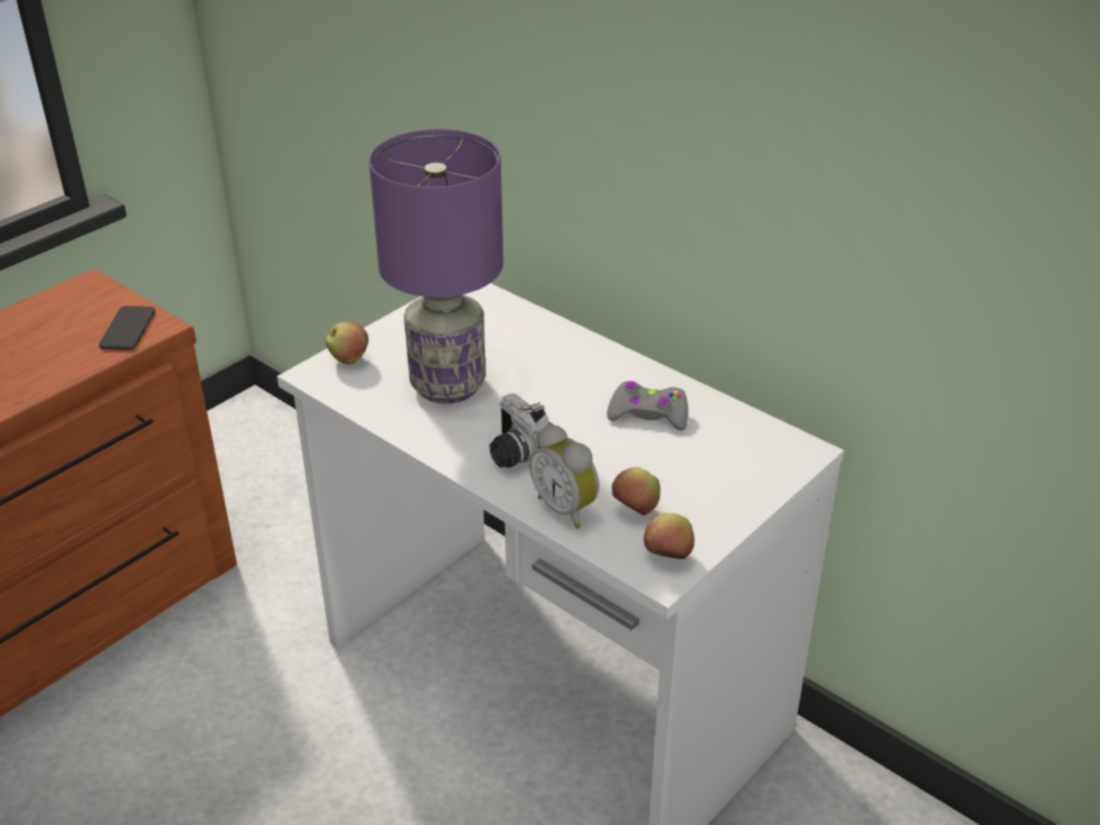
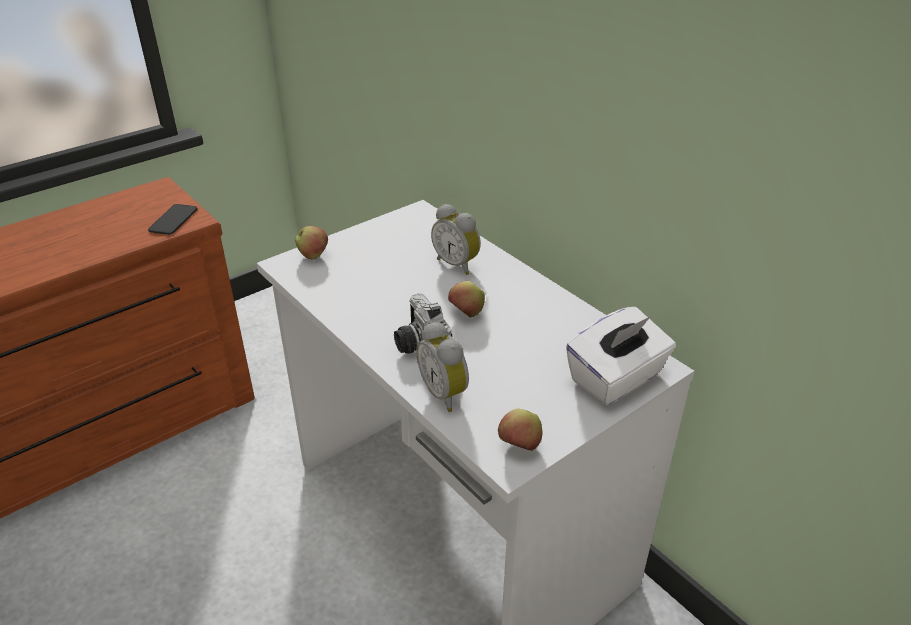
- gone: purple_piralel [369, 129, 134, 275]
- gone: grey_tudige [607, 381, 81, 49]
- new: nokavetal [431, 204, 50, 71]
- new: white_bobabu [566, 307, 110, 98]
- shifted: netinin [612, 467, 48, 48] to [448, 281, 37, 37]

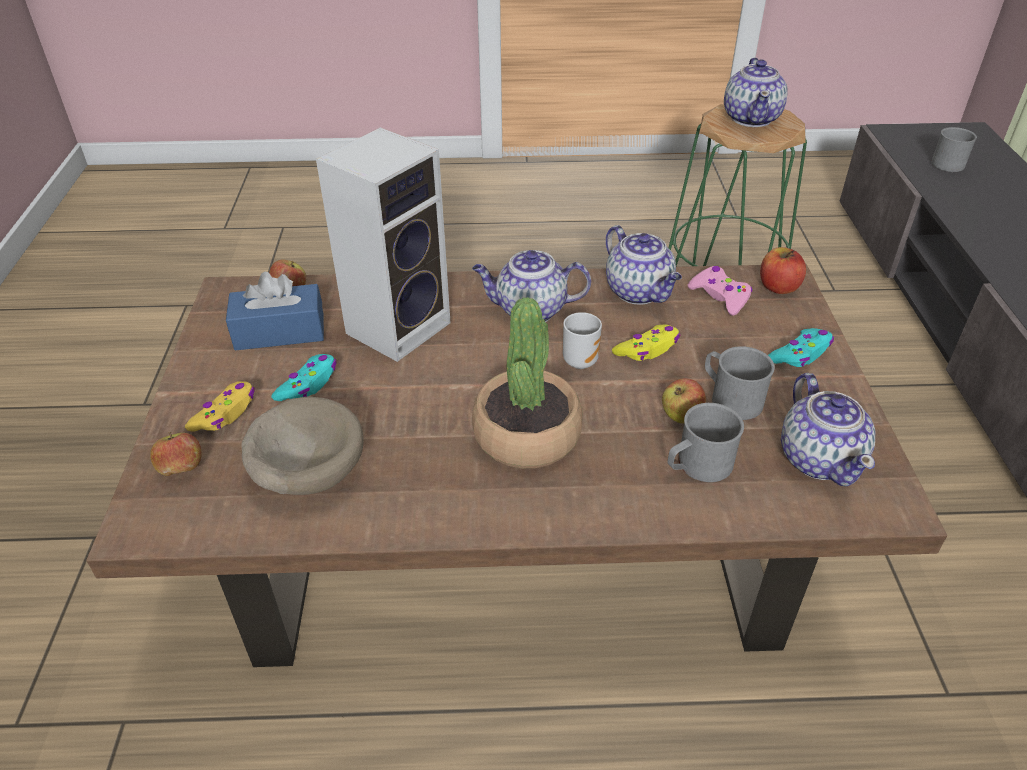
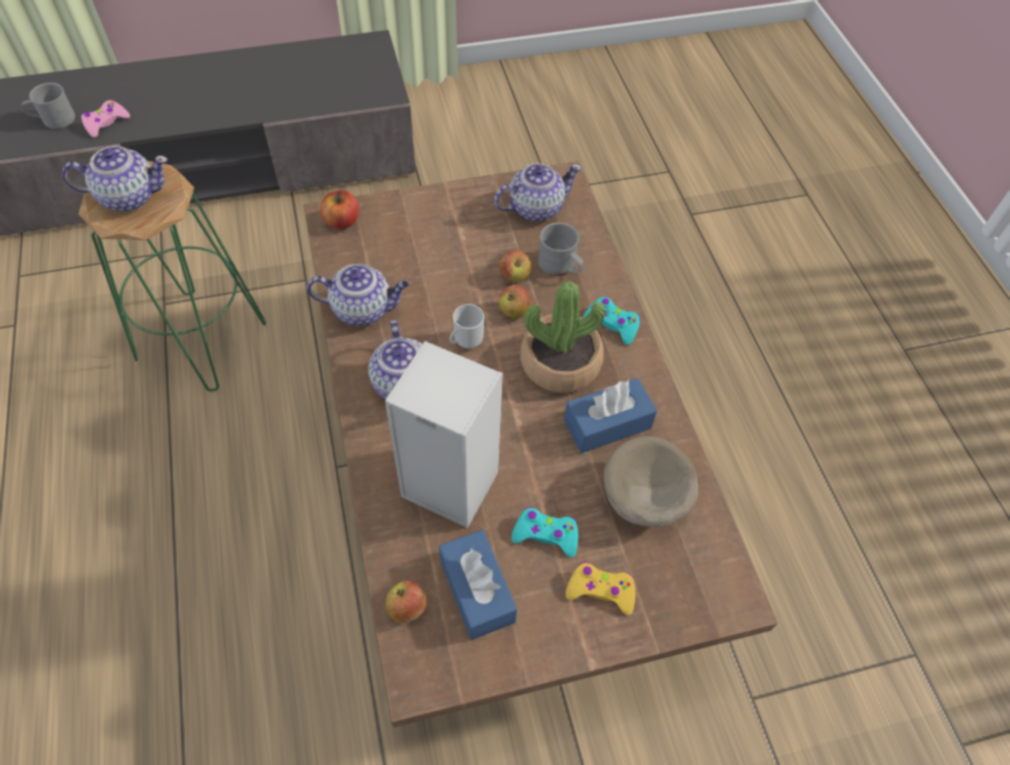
- gone: yellow_tudige [612, 324, 68, 37]
- gone: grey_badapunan [705, 346, 70, 74]
- new: blue_bobabu [564, 378, 93, 75]
- shifted: netinin [150, 432, 52, 44] to [498, 285, 33, 33]
- shifted: pink_tudige [688, 266, 64, 50] to [81, 100, 49, 38]
- shifted: turquoise_tudige [768, 328, 66, 39] to [583, 296, 57, 49]
- rotated: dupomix [606, 225, 76, 80] = [307, 264, 102, 62] 45 degrees clockwise

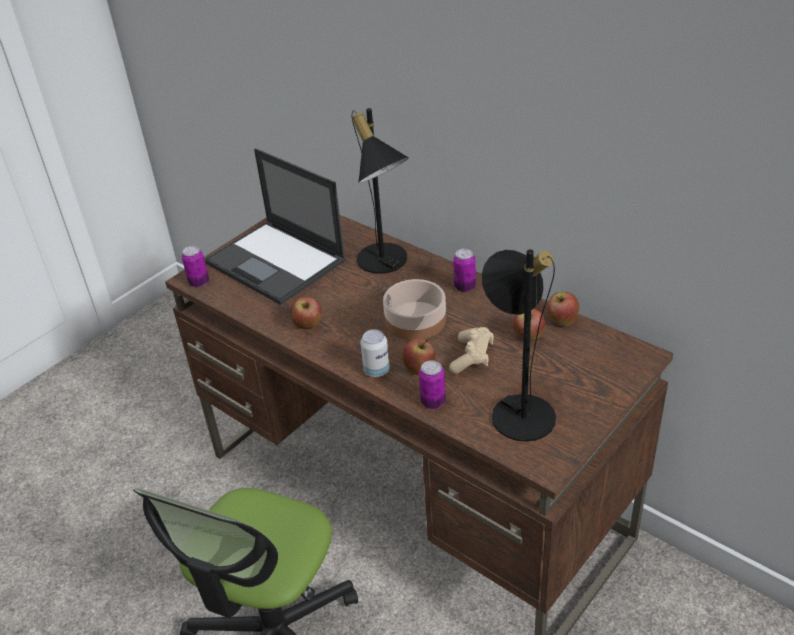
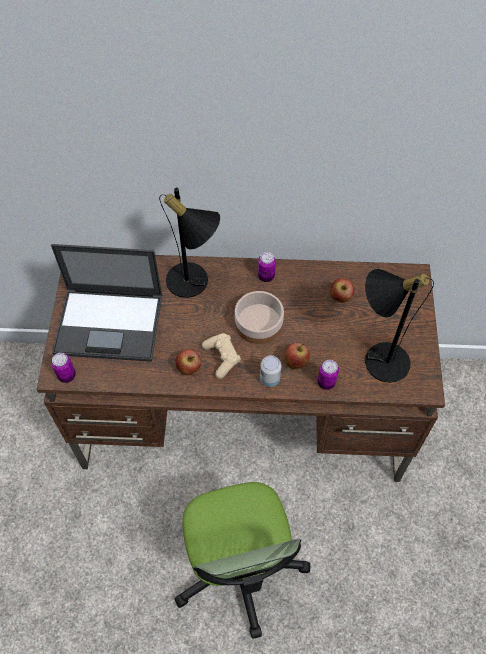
- gone: netinin [547, 292, 32, 34]
- shifted: beige_tudige [449, 327, 45, 47] to [202, 333, 39, 46]

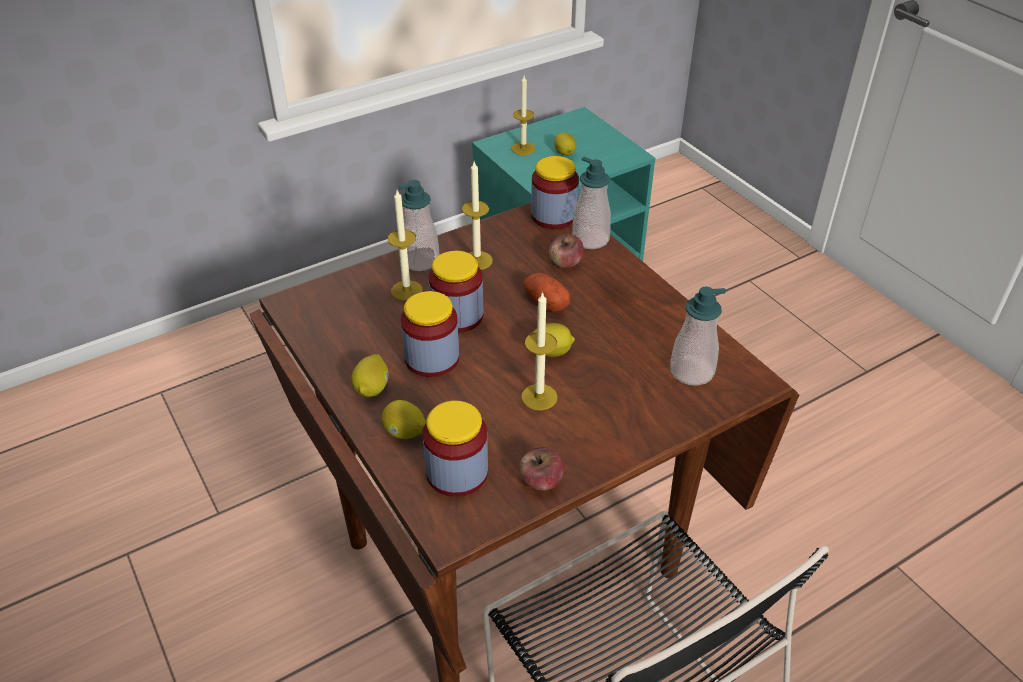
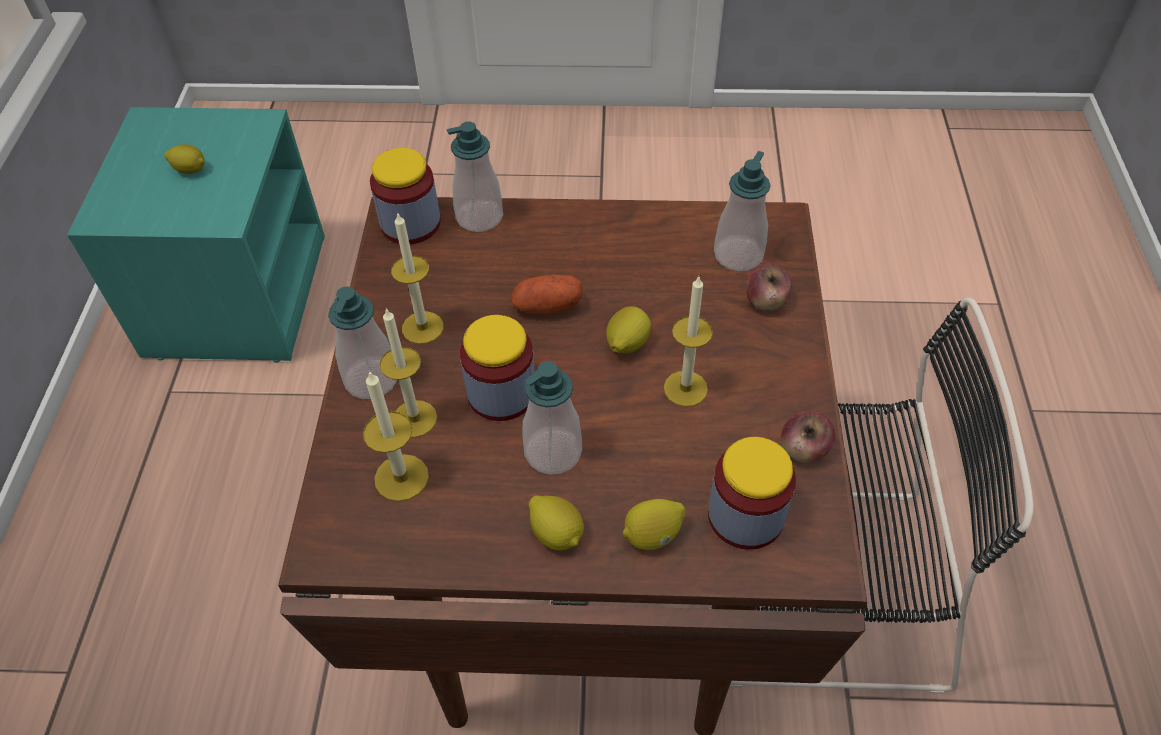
- shifted: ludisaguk [511, 76, 24, 79] to [363, 371, 66, 131]
- shifted: netinin [548, 234, 36, 34] to [746, 263, 47, 48]
- swapped: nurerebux [401, 291, 58, 86] to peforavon [523, 361, 59, 114]

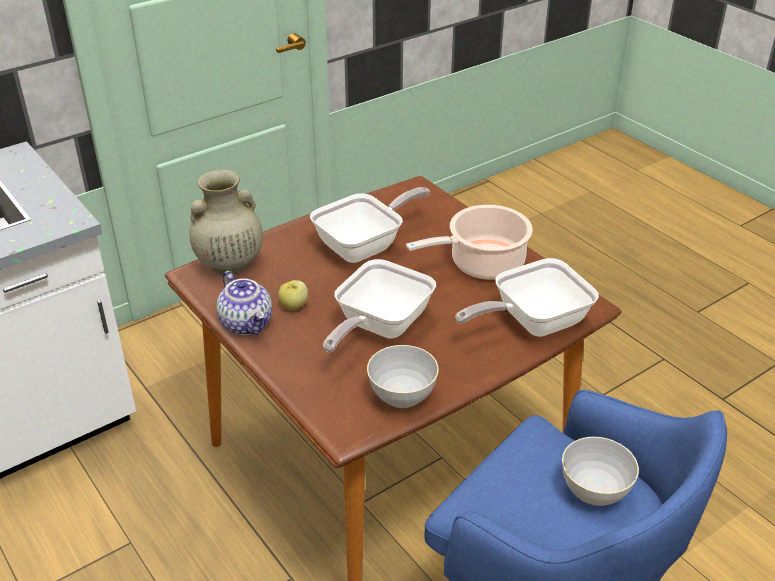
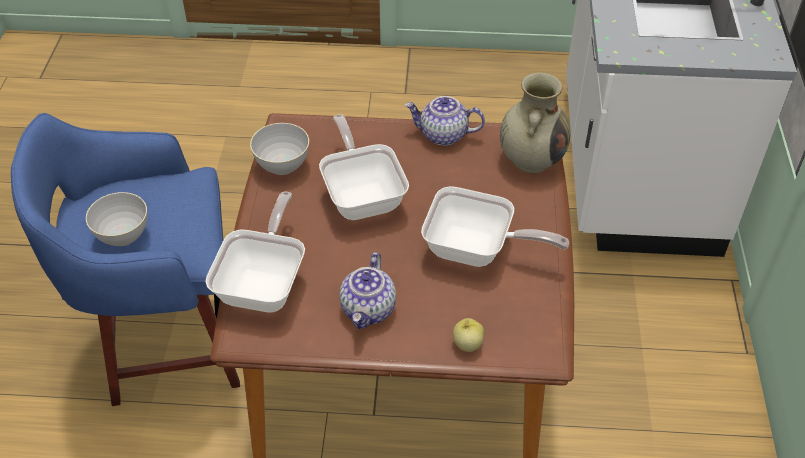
- shifted: netinin [278, 280, 30, 30] to [453, 318, 31, 34]
- swapped: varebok [406, 205, 127, 75] to dupomix [339, 252, 57, 77]
- rotated: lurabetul [310, 187, 120, 76] = [421, 186, 148, 81] 75 degrees counterclockwise

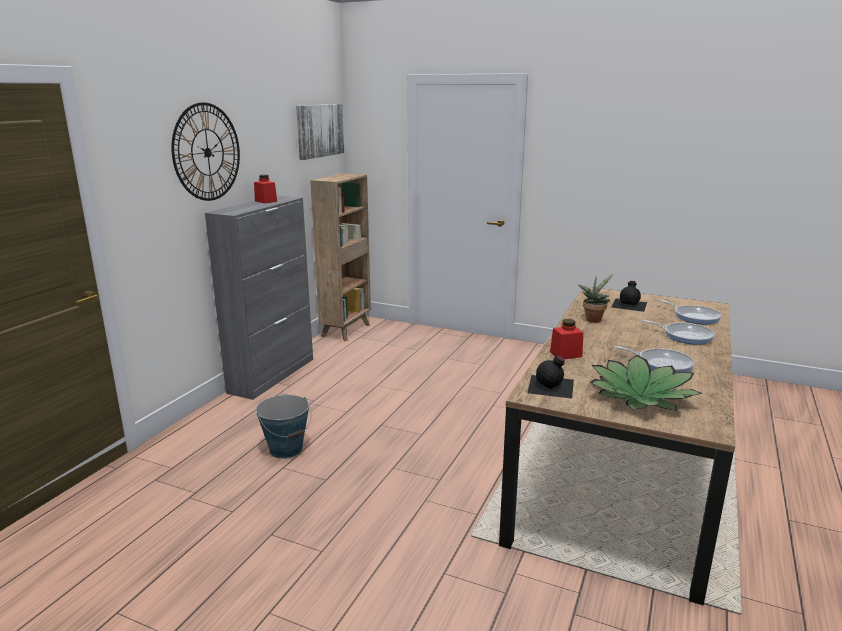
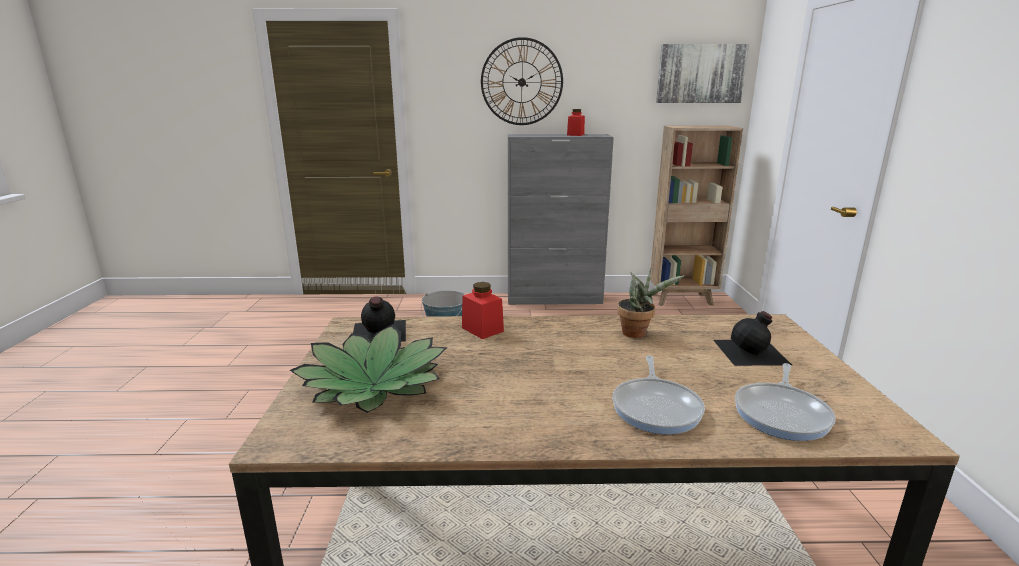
- gone: lurabetul [614, 346, 81, 27]

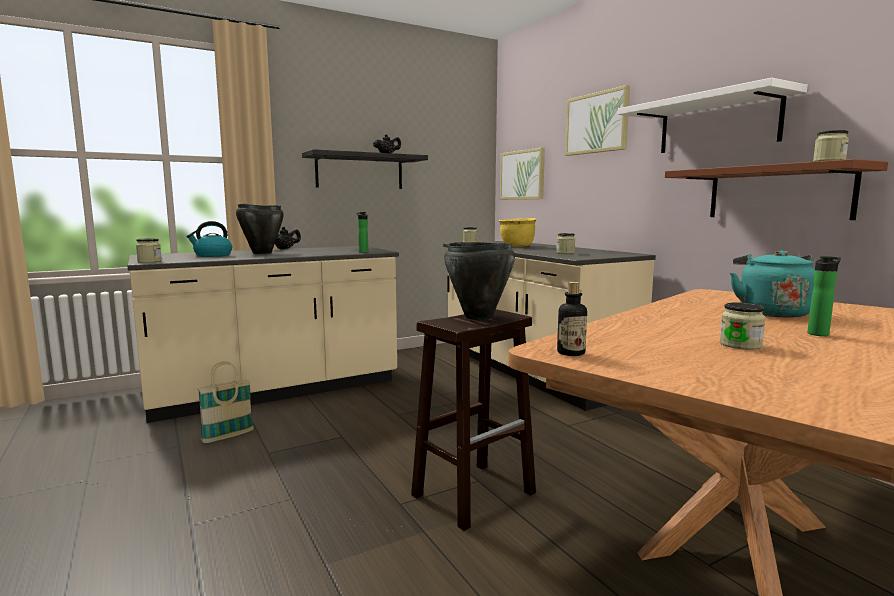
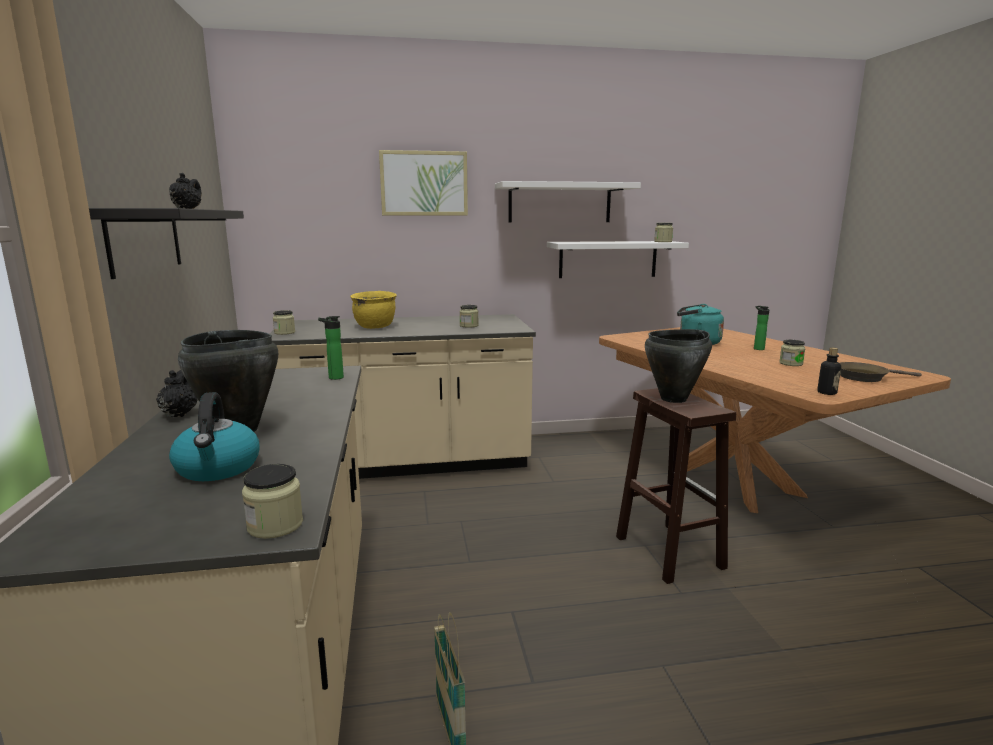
- gone: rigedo [500, 148, 45, 52]
- new: brown_lurabetul [840, 362, 82, 20]
- repainted: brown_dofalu [665, 159, 223, 61] to white_dofalu [547, 241, 142, 37]

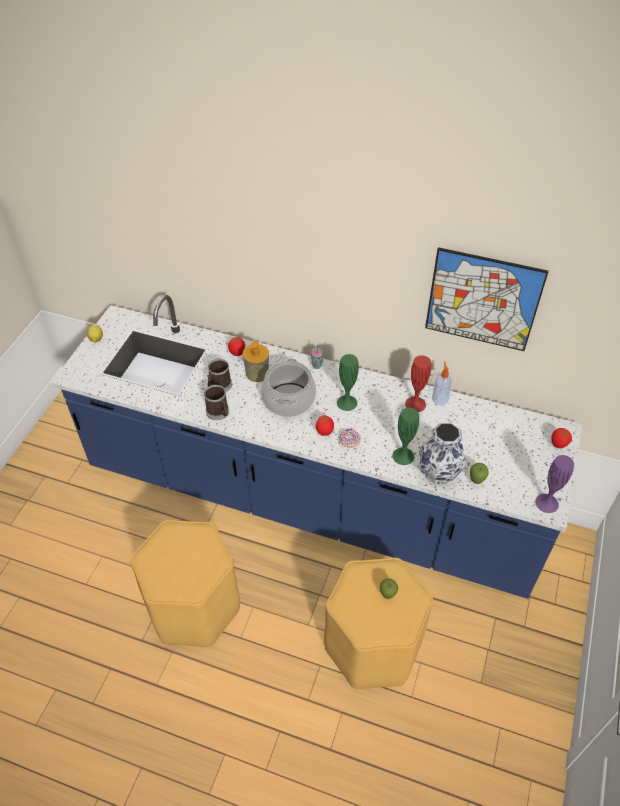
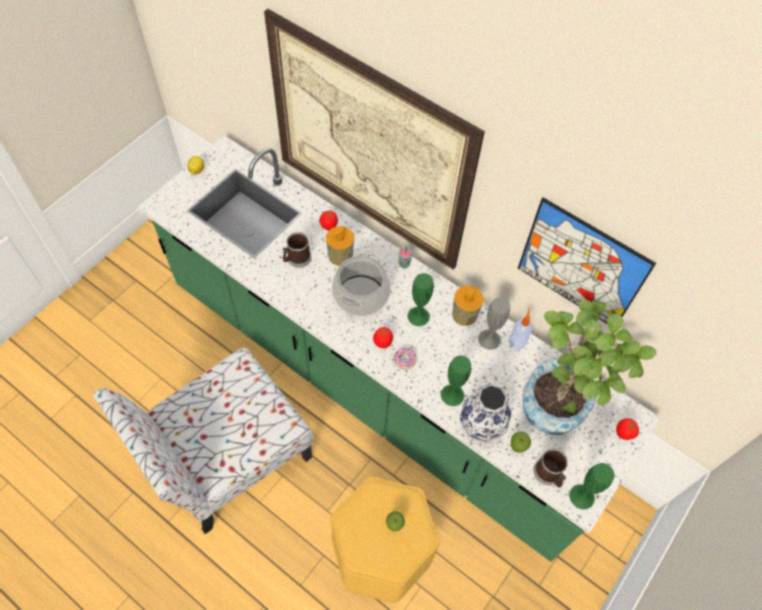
- new: rigedo [264, 9, 221, 260]
- new: peforavon [452, 286, 32, 40]
- new: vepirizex [522, 300, 135, 135]
- shifted: badapunan [204, 385, 25, 35] to [533, 449, 35, 39]
- swapped: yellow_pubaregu [130, 520, 110, 127] to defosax [93, 347, 221, 187]
- repainted: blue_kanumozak [51, 295, 531, 304] to green_kanumozak [138, 135, 523, 427]
- repainted: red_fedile [405, 355, 26, 57] to grey_fedile [478, 297, 32, 53]
- repainted: purple_fedile [535, 455, 39, 58] to green_fedile [569, 463, 45, 46]

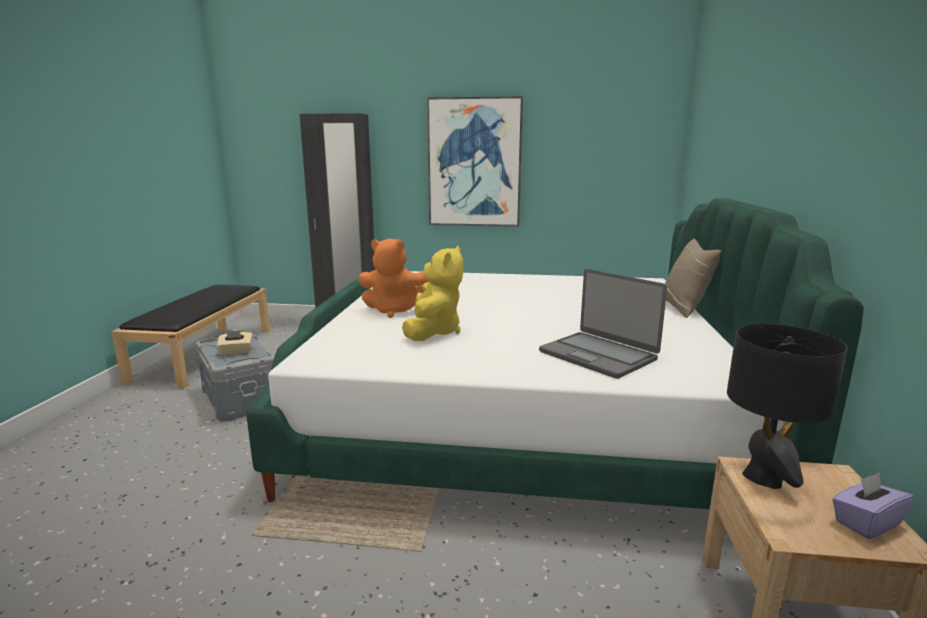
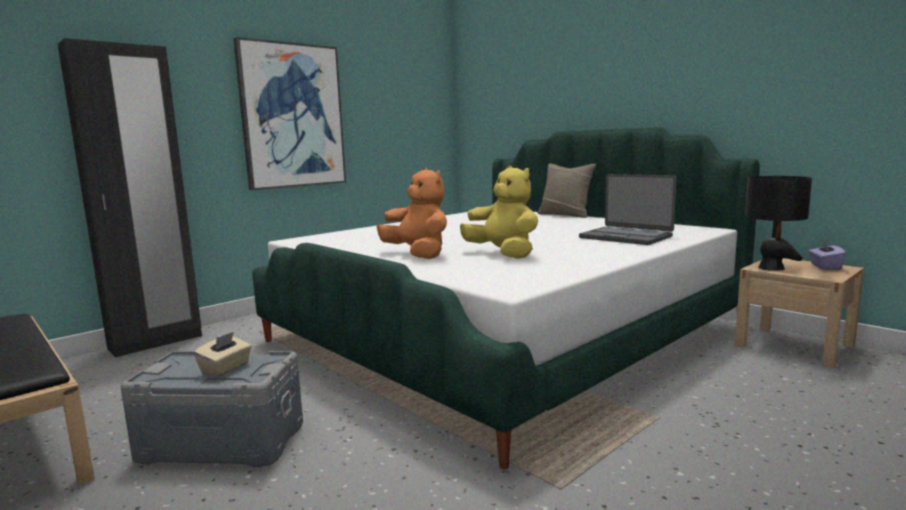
- rotated: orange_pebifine [358, 238, 72, 80] = [377, 168, 70, 91] 90 degrees counterclockwise
- rotated: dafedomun [539, 269, 128, 110] = [579, 174, 98, 71] 45 degrees clockwise

